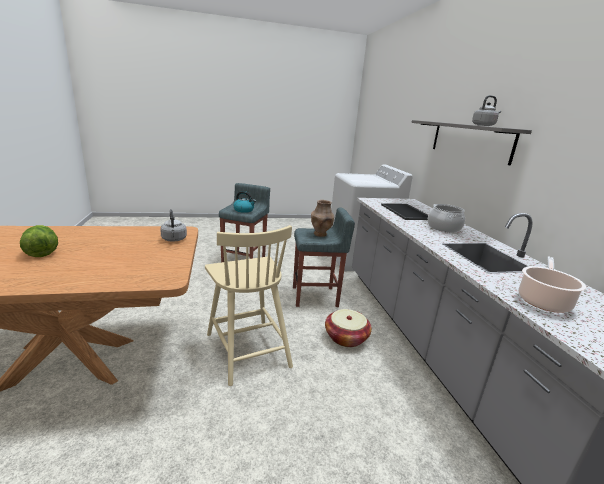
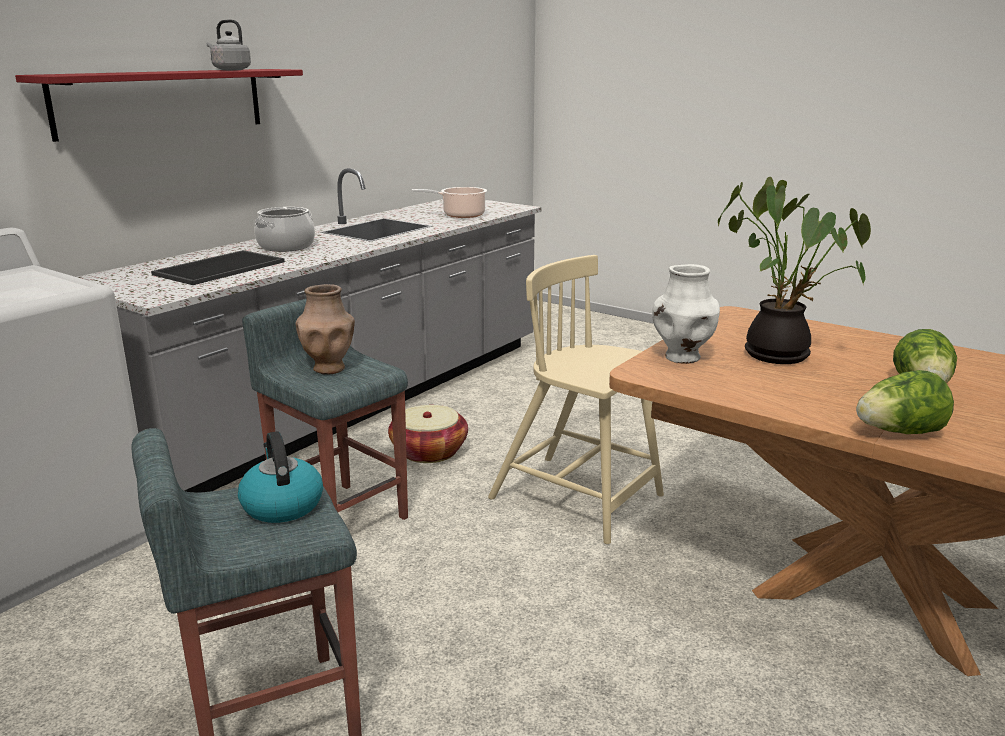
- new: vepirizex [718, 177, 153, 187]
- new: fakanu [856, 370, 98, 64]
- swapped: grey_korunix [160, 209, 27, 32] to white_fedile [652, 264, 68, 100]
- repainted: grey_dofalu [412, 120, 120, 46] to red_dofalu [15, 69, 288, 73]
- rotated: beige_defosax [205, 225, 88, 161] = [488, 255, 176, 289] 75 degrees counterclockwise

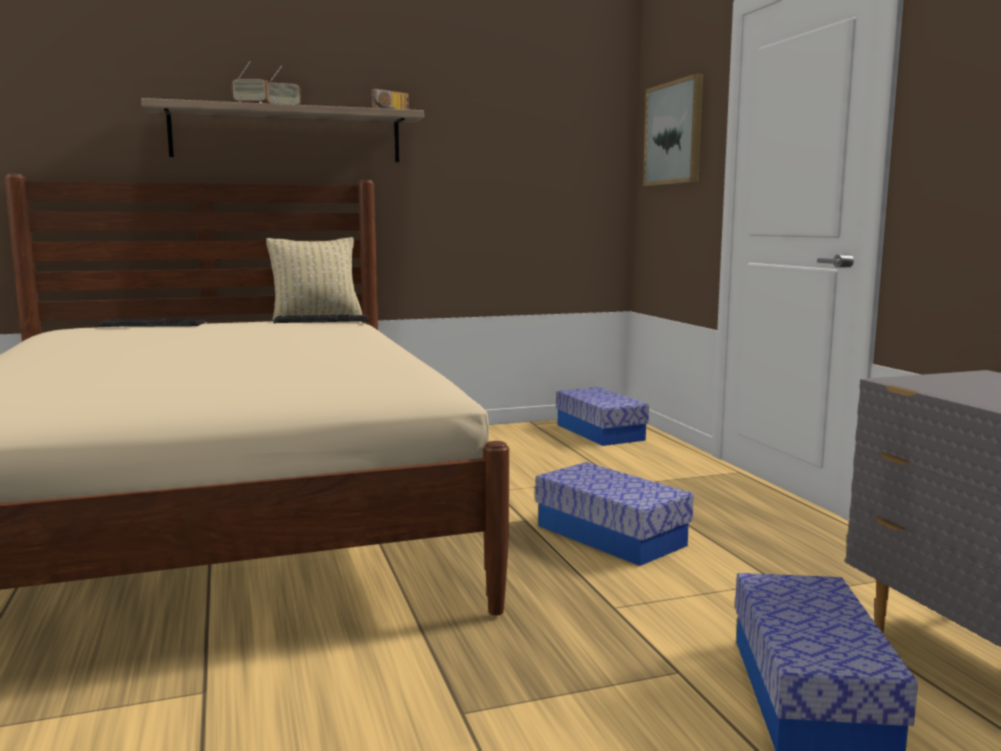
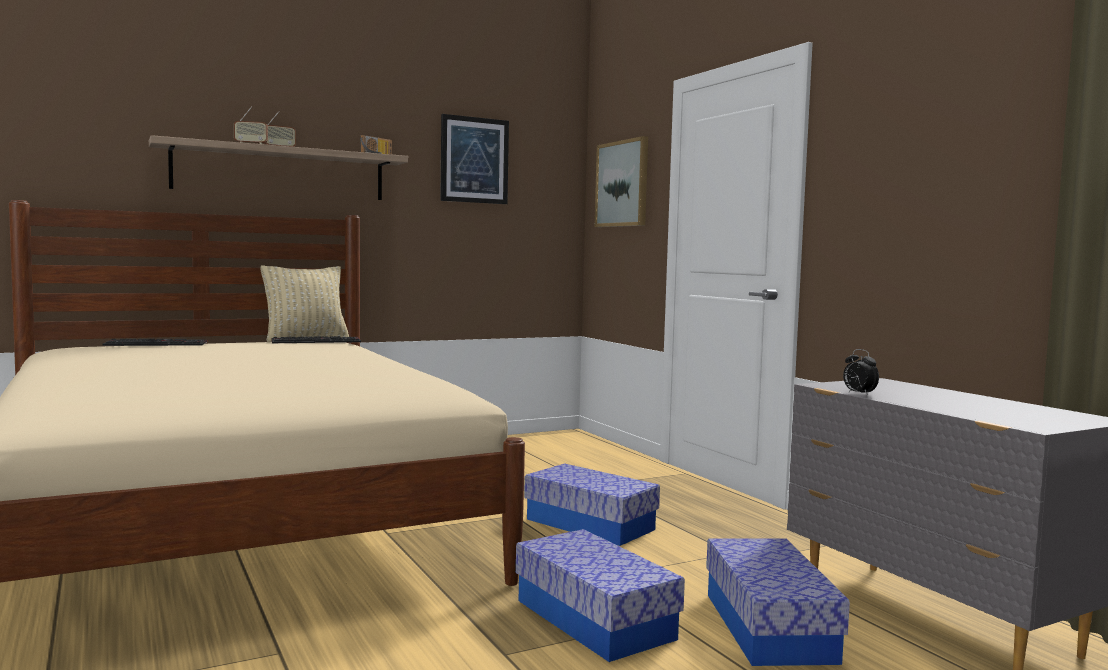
- new: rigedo [440, 114, 69, 90]
- new: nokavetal [843, 349, 36, 47]
- shifted: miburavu [556, 387, 93, 59] to [516, 529, 169, 133]

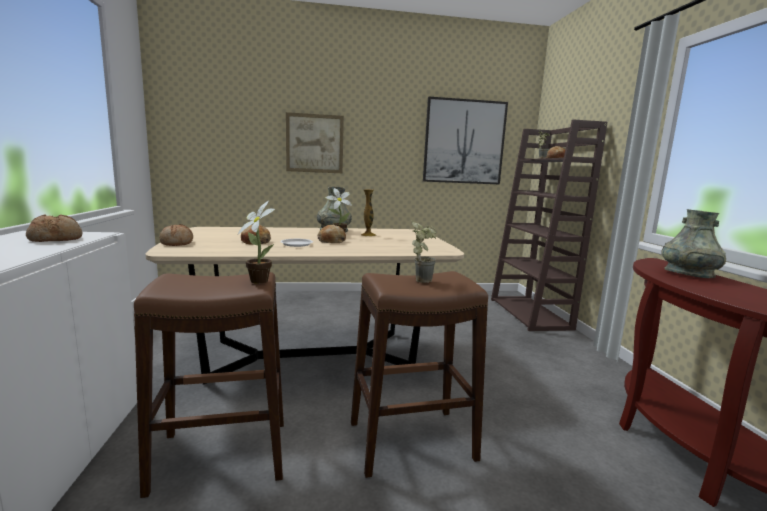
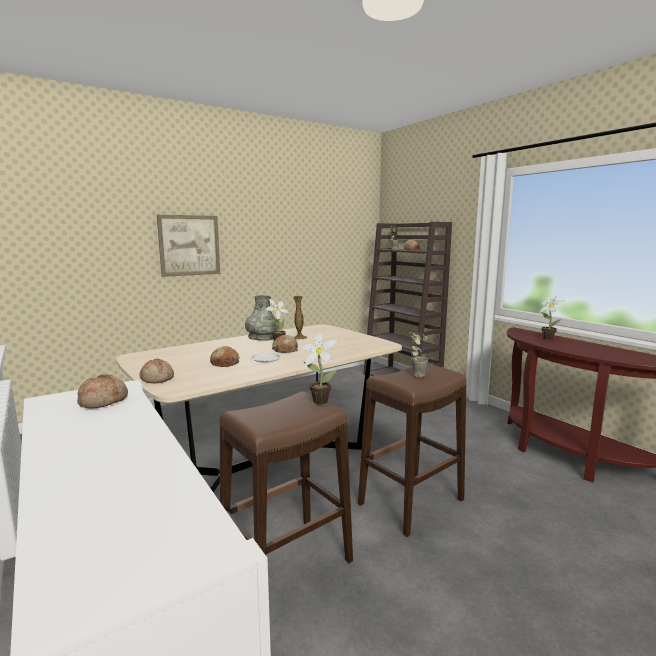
- gone: rigedo [423, 97, 85, 88]
- swapped: grey_fedile [661, 209, 65, 69] to vepirizex [539, 295, 25, 45]

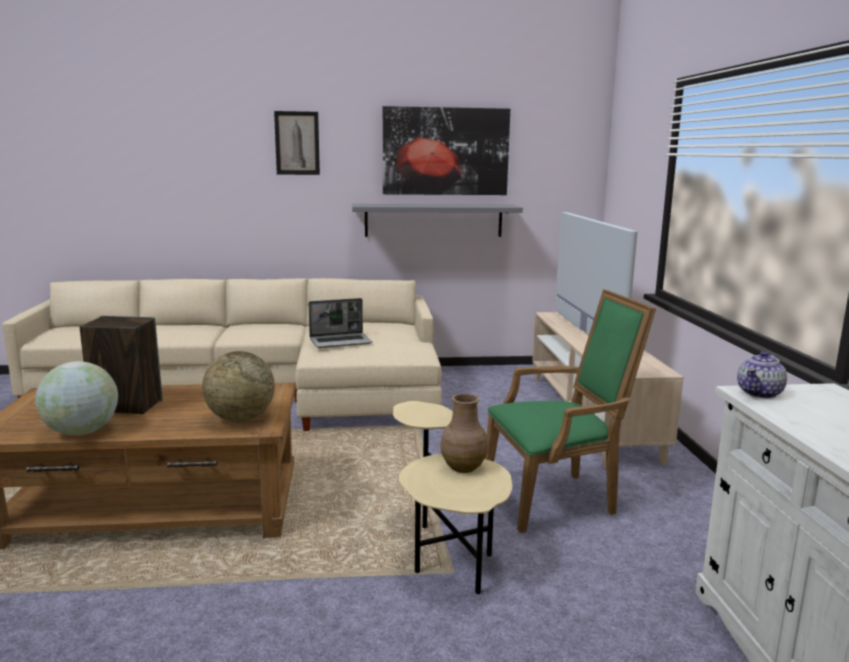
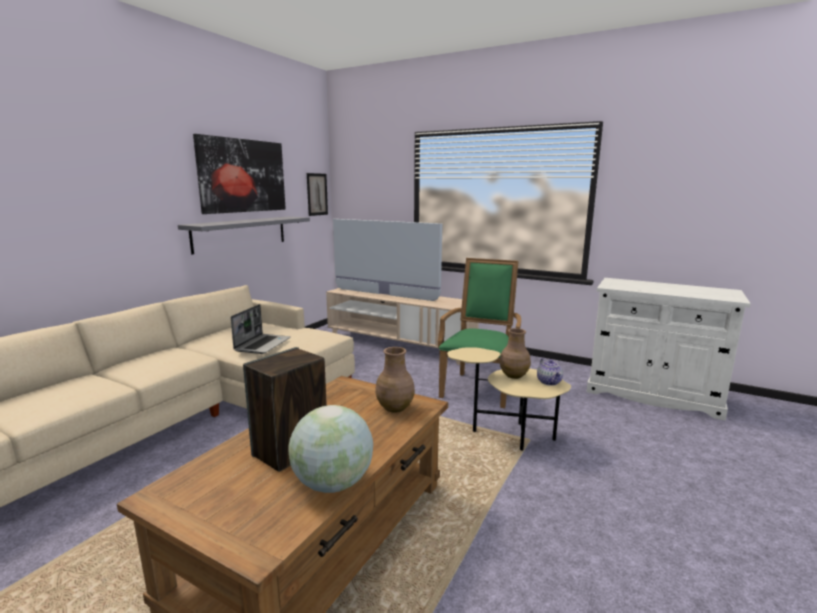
- shifted: rigedo [274, 111, 46, 64] to [307, 173, 21, 43]
- shifted: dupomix [737, 351, 50, 48] to [537, 358, 26, 28]
- swapped: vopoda [202, 351, 73, 71] to brown_fedile [375, 347, 40, 66]

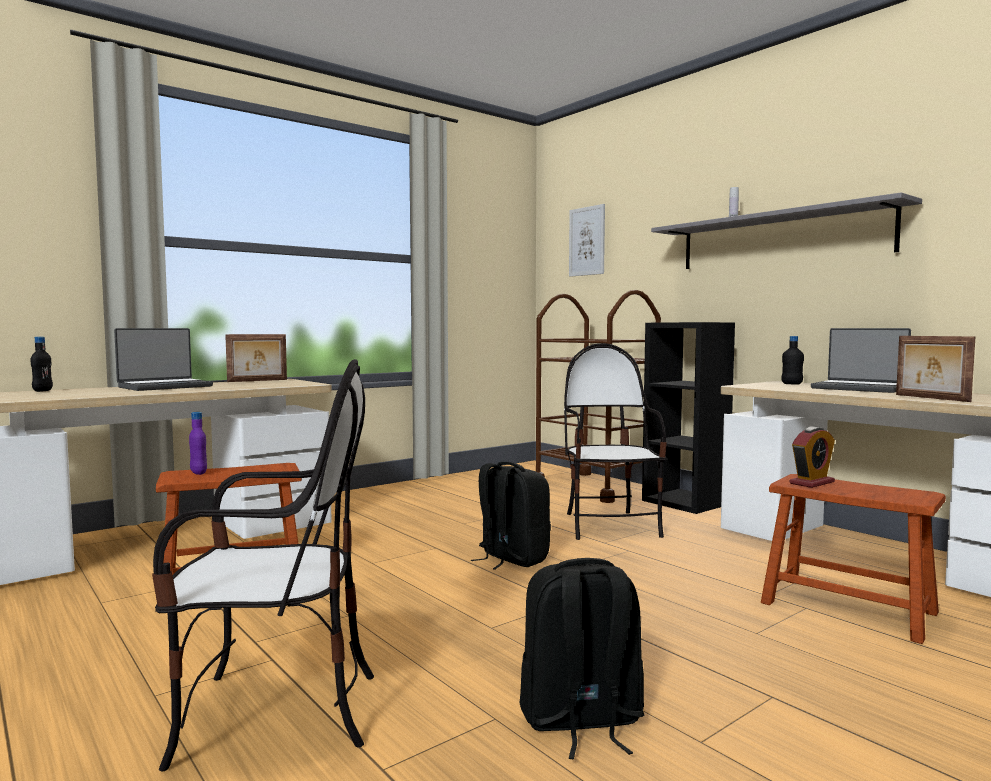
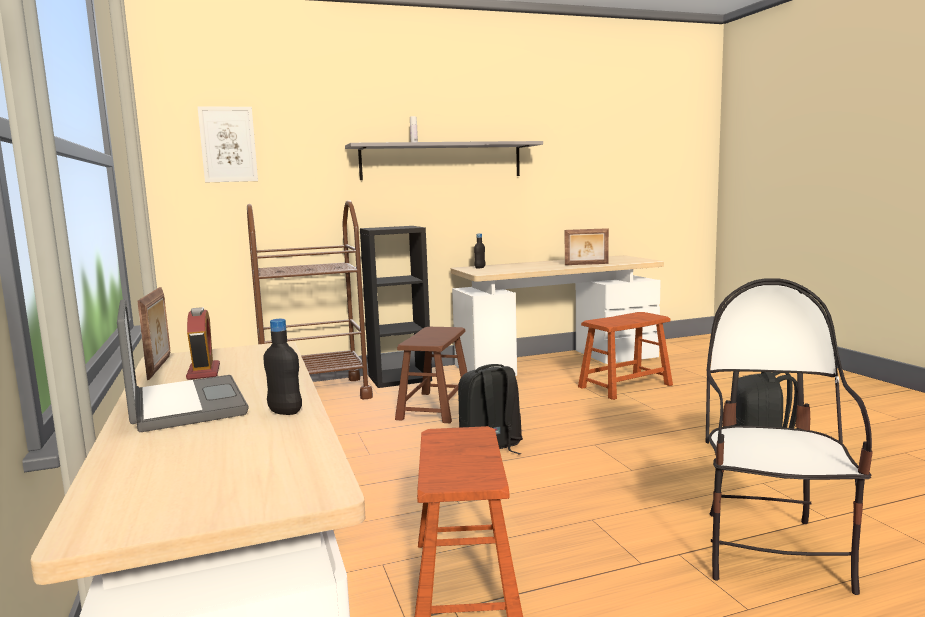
- gone: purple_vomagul [189, 412, 18, 63]
- gone: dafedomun [811, 328, 100, 65]
- shifted: black_vomagul [31, 337, 22, 55] to [263, 319, 39, 96]
- shifted: nokavetal [789, 427, 46, 61] to [186, 307, 34, 73]
- swapped: defosax [564, 343, 103, 197] to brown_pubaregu [395, 327, 72, 96]

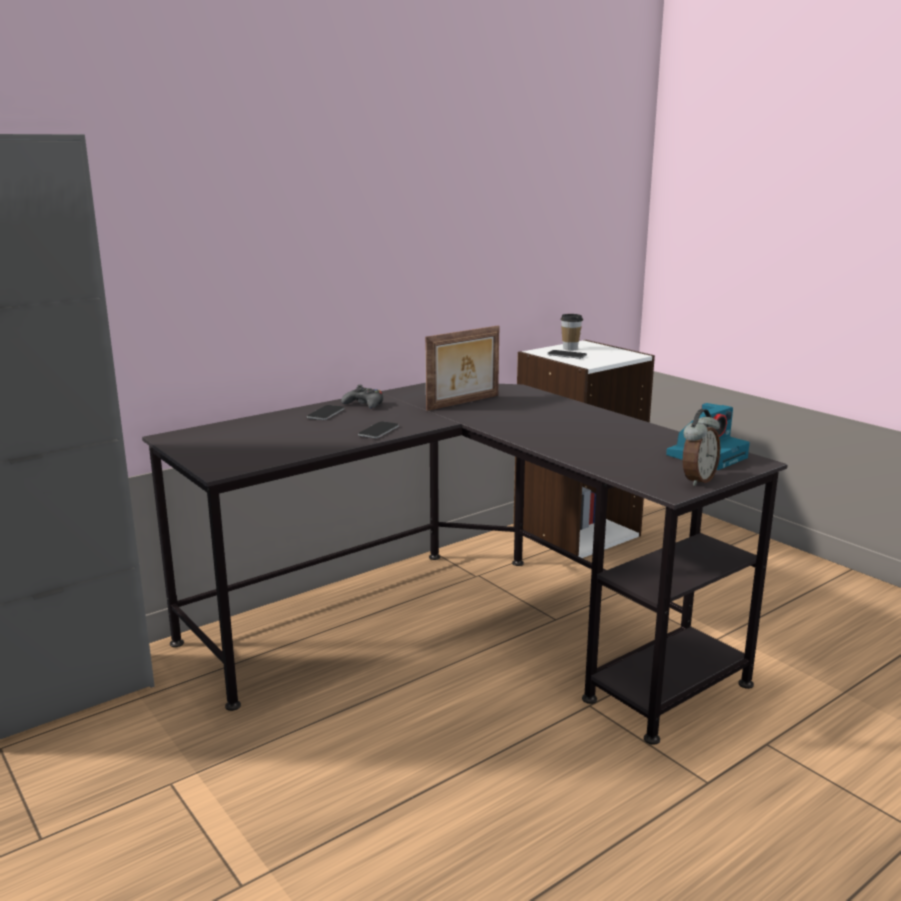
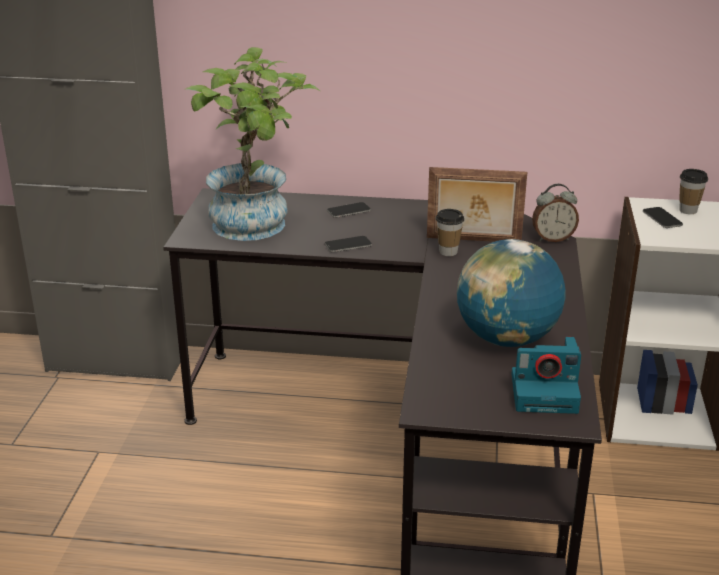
- gone: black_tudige [341, 385, 42, 24]
- new: vepirizex [185, 47, 136, 194]
- new: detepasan [436, 209, 28, 47]
- new: vopoda [457, 239, 108, 108]
- shifted: nokavetal [682, 409, 38, 77] to [532, 184, 47, 58]

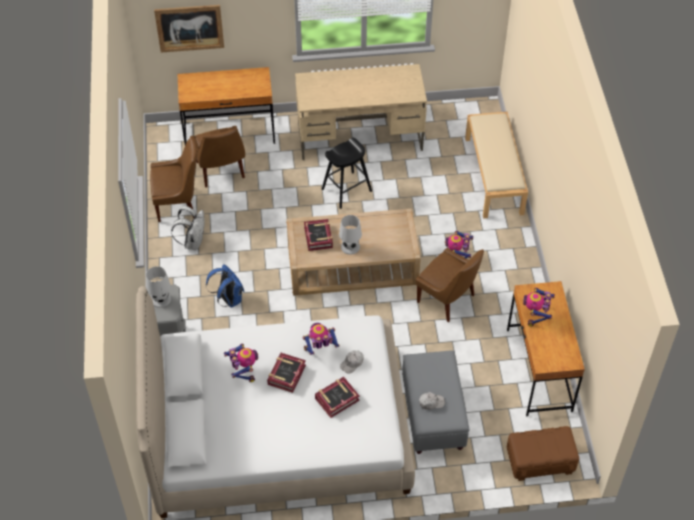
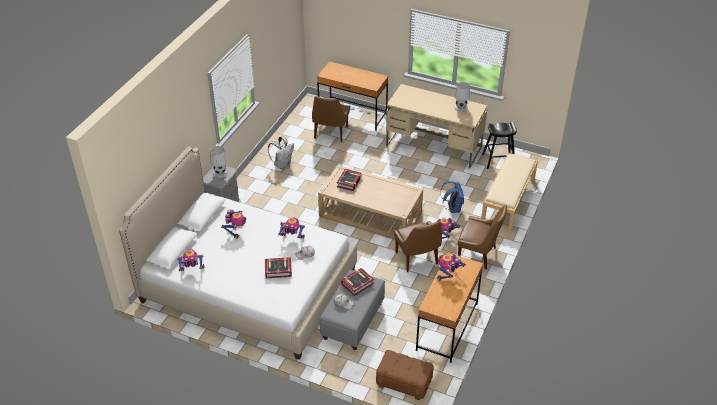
- gone: rigedo [154, 5, 70, 48]
- new: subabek [177, 249, 28, 22]
- shifted: brown_defosax [150, 137, 47, 85] to [458, 205, 49, 65]
- shifted: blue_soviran [206, 264, 38, 44] to [440, 181, 24, 32]
- shifted: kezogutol [267, 353, 39, 40] to [341, 268, 33, 28]
- shifted: black_pubaregu [322, 138, 50, 71] to [482, 122, 35, 47]
- shifted: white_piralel [339, 215, 23, 40] to [454, 82, 16, 30]

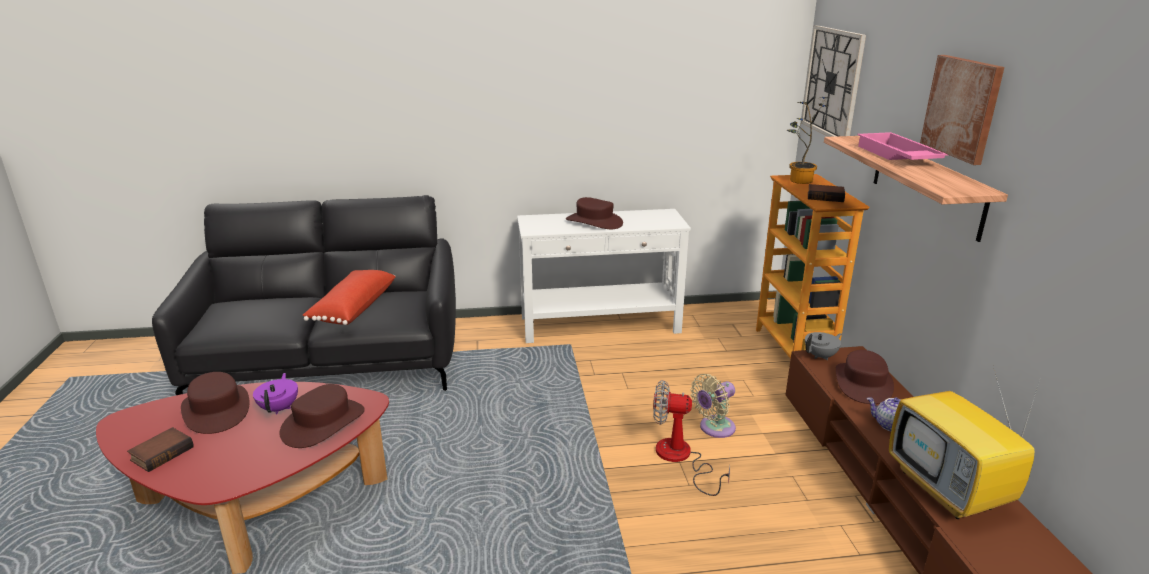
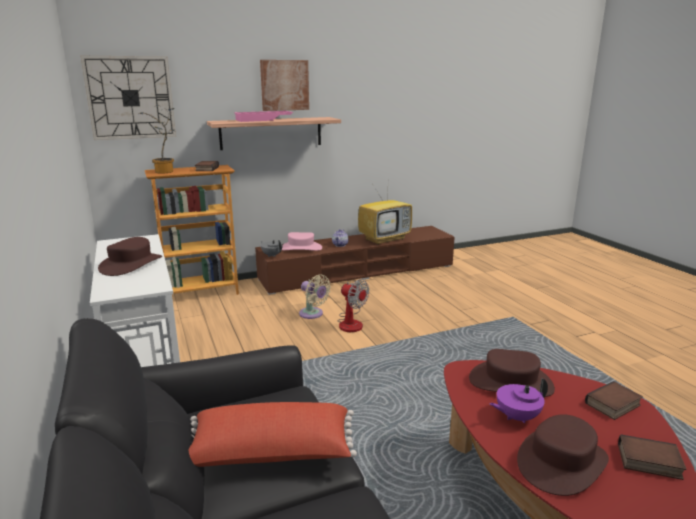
- new: kezogutol [585, 381, 58, 39]
- repainted: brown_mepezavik [836, 350, 58, 54] to pink_mepezavik [282, 232, 40, 19]
- rotated: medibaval [653, 380, 77, 116] = [337, 279, 32, 53] 45 degrees counterclockwise

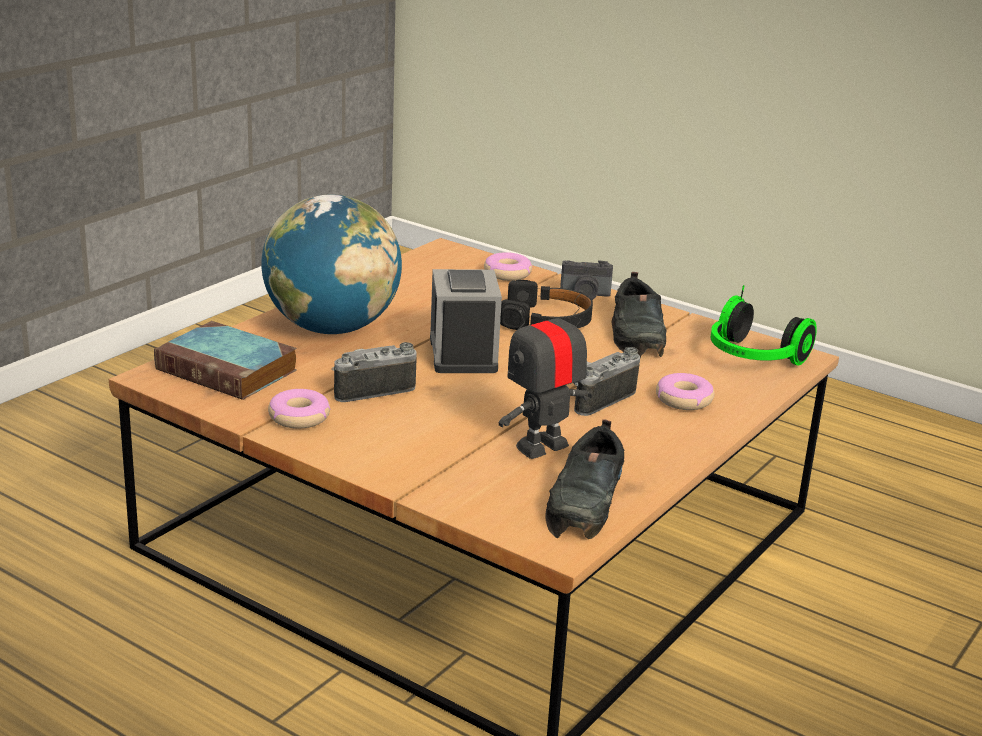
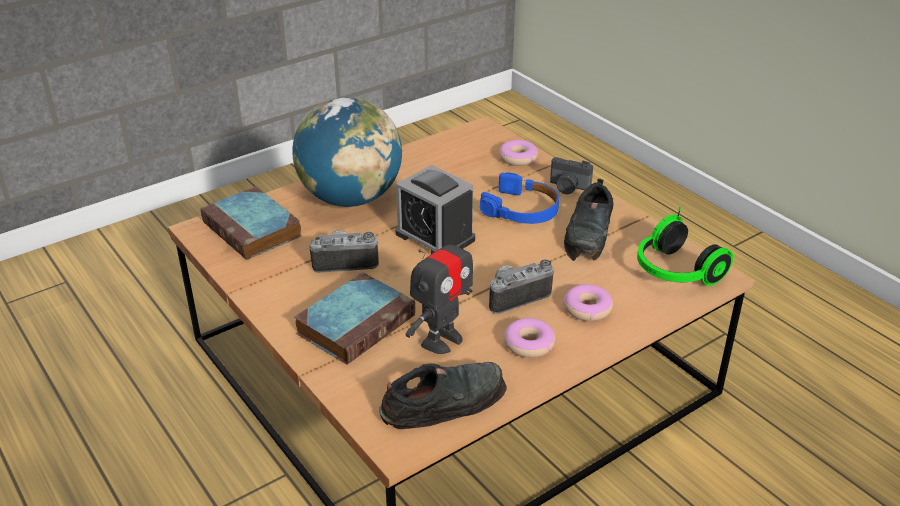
- new: kezogutol [294, 272, 121, 93]
- shifted: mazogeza [268, 389, 62, 40] to [504, 318, 51, 40]
- repainted: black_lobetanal [500, 280, 93, 50] to blue_lobetanal [480, 172, 79, 52]
- rotated: nokavetal [430, 269, 72, 104] = [395, 165, 80, 89] 60 degrees counterclockwise
- rotated: subabek [499, 290, 94, 169] = [406, 224, 67, 130] 150 degrees clockwise
- rotated: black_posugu [545, 419, 79, 120] = [379, 362, 128, 67] 150 degrees counterclockwise

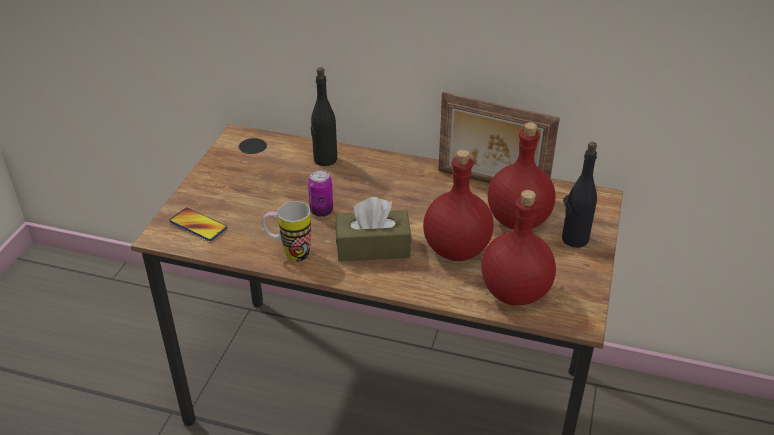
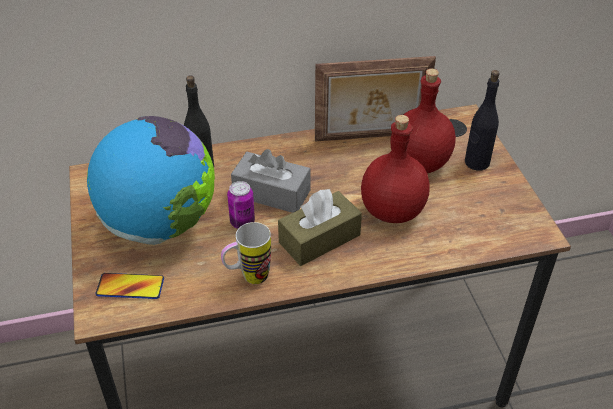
- gone: red_vomagul [481, 190, 75, 115]
- new: vopoda [87, 116, 128, 129]
- new: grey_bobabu [231, 149, 80, 64]

